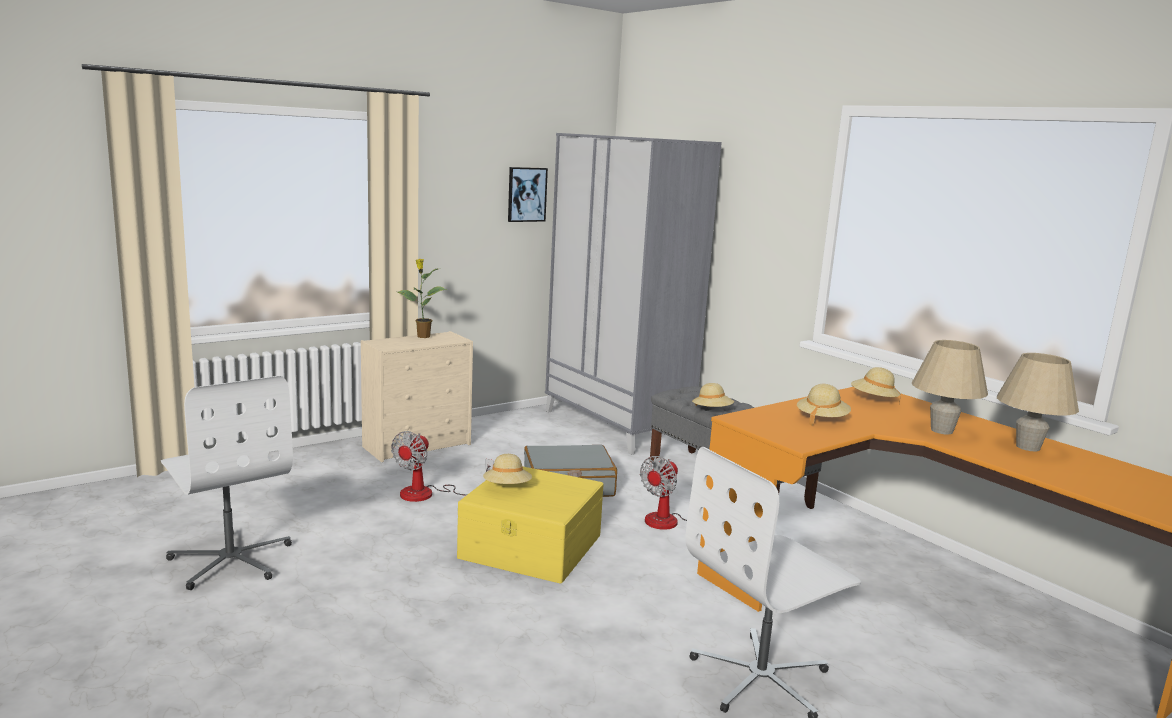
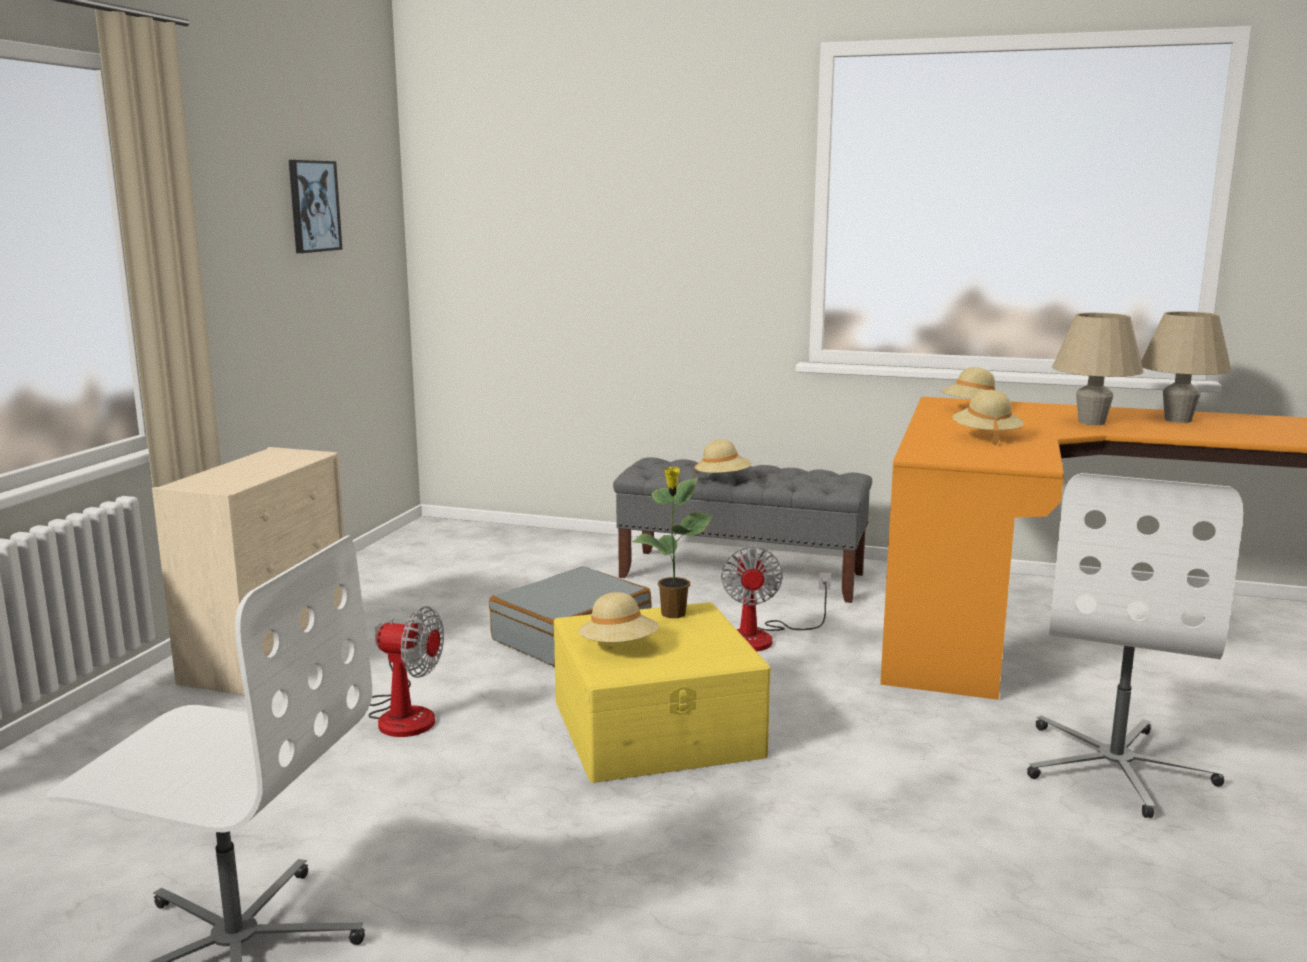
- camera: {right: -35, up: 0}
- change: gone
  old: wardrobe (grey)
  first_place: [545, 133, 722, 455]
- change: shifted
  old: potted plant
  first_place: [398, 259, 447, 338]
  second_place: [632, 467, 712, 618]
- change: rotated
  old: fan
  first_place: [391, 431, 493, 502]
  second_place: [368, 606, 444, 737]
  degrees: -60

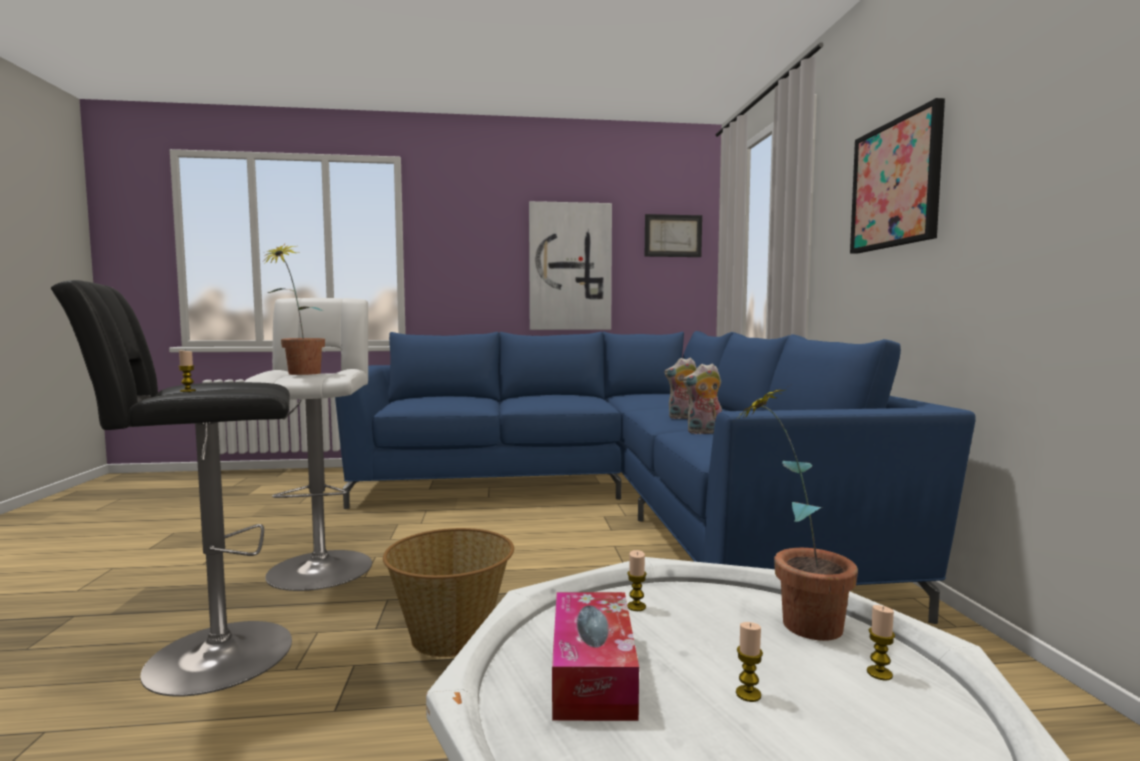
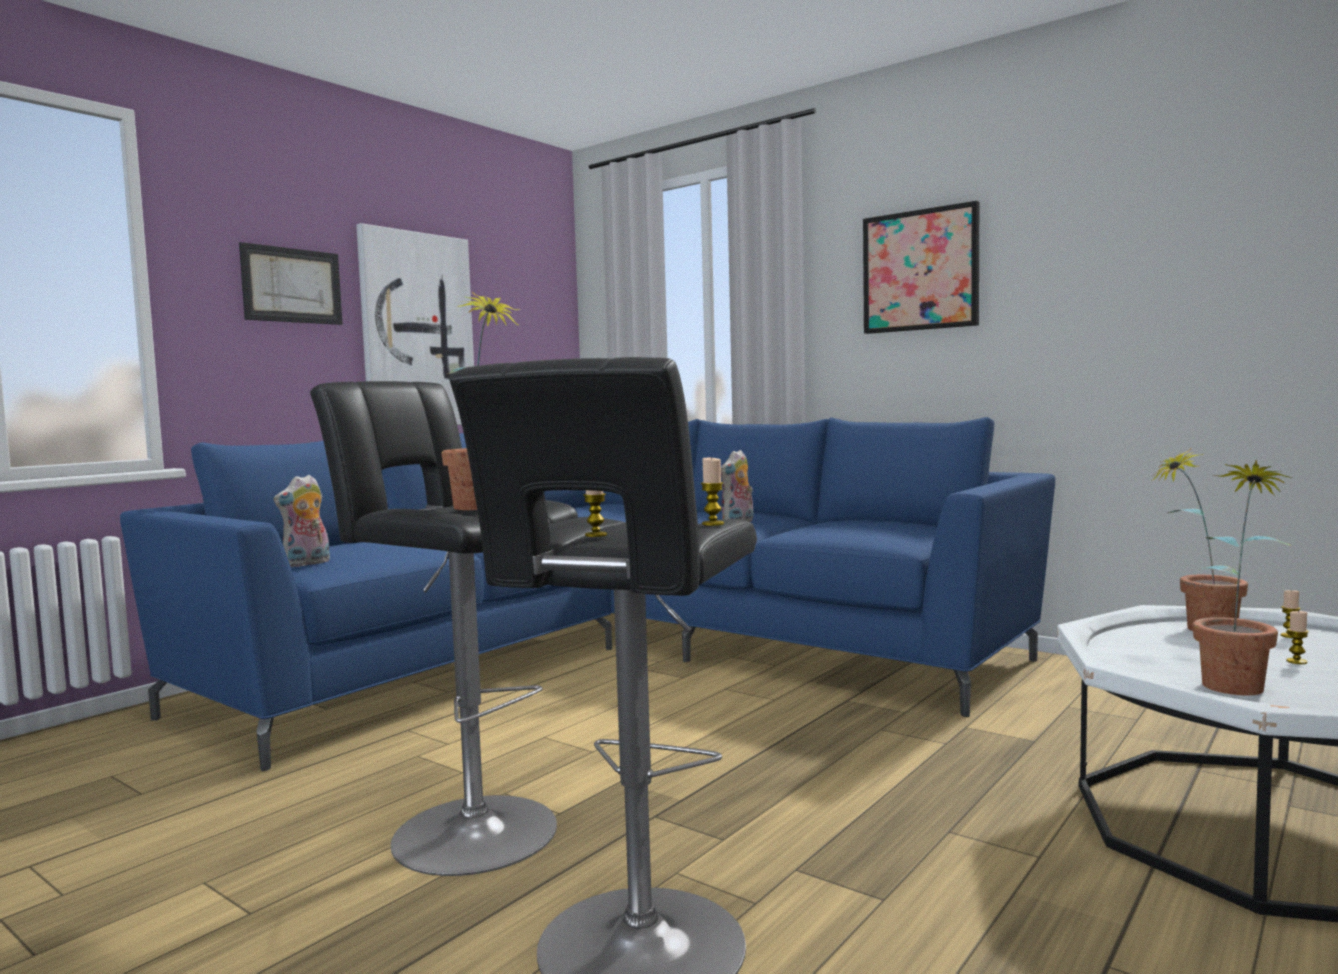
- camera: {right: -45, up: 0}
- change: gone
  old: basket
  first_place: [383, 528, 514, 657]
- change: shifted
  old: candle
  first_place: [627, 550, 647, 611]
  second_place: [701, 457, 724, 526]
- change: shifted
  old: picture
  first_place: [645, 214, 702, 257]
  second_place: [239, 242, 343, 325]
- change: shifted
  old: plush toy
  first_place: [683, 363, 722, 434]
  second_place: [273, 475, 330, 567]
- change: swapped
  old: tissue box
  new: potted plant
  first_place: [552, 592, 639, 721]
  second_place: [1193, 460, 1294, 695]
- change: repainted
  old: stool (white)
  new: stool (black)
  first_place: [244, 298, 372, 591]
  second_place: [310, 381, 578, 876]

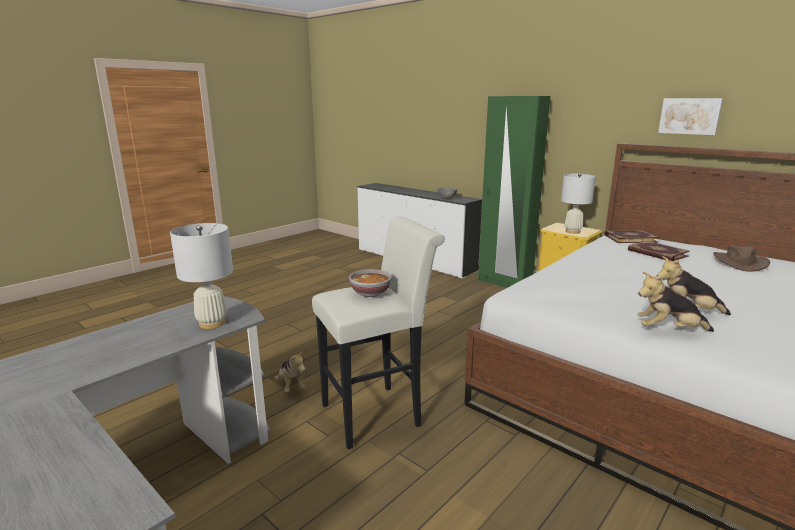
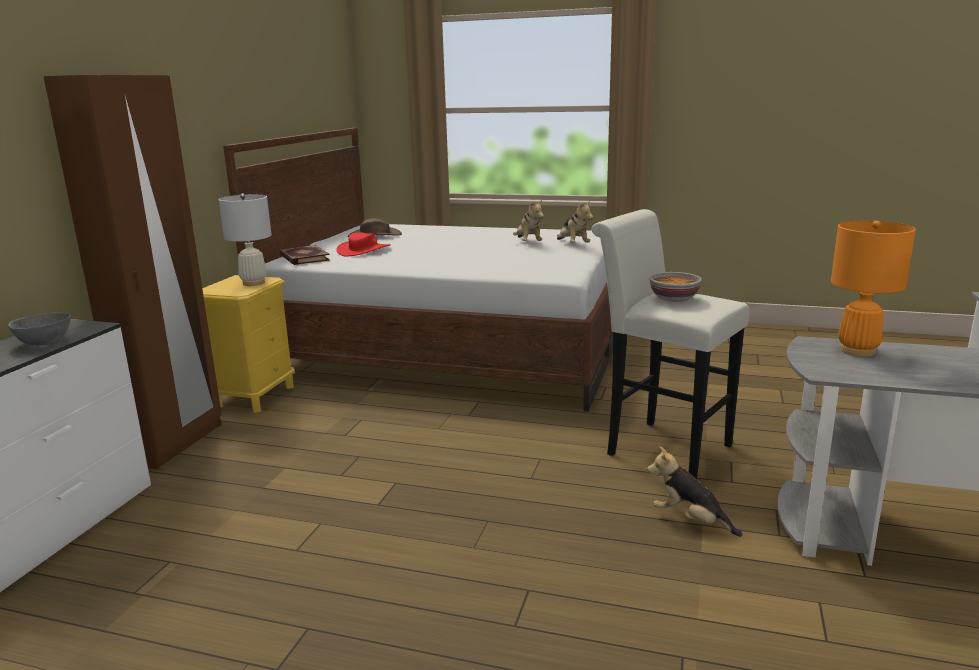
- camera: {right: -115, up: 0}
- change: gone
  old: picture
  first_place: [658, 98, 723, 135]
- change: swapped
  old: book
  new: hat (red)
  first_place: [628, 241, 690, 261]
  second_place: [336, 232, 391, 257]
- change: repainted
  old: table lamp (white)
  new: table lamp (orange)
  first_place: [170, 223, 233, 329]
  second_place: [831, 221, 916, 357]
- change: repainted
  old: wardrobe (green)
  new: wardrobe (brown)
  first_place: [478, 96, 550, 288]
  second_place: [43, 75, 222, 469]
- change: rotated
  old: plush toy
  first_place: [275, 351, 305, 392]
  second_place: [647, 446, 743, 537]
  degrees: -90

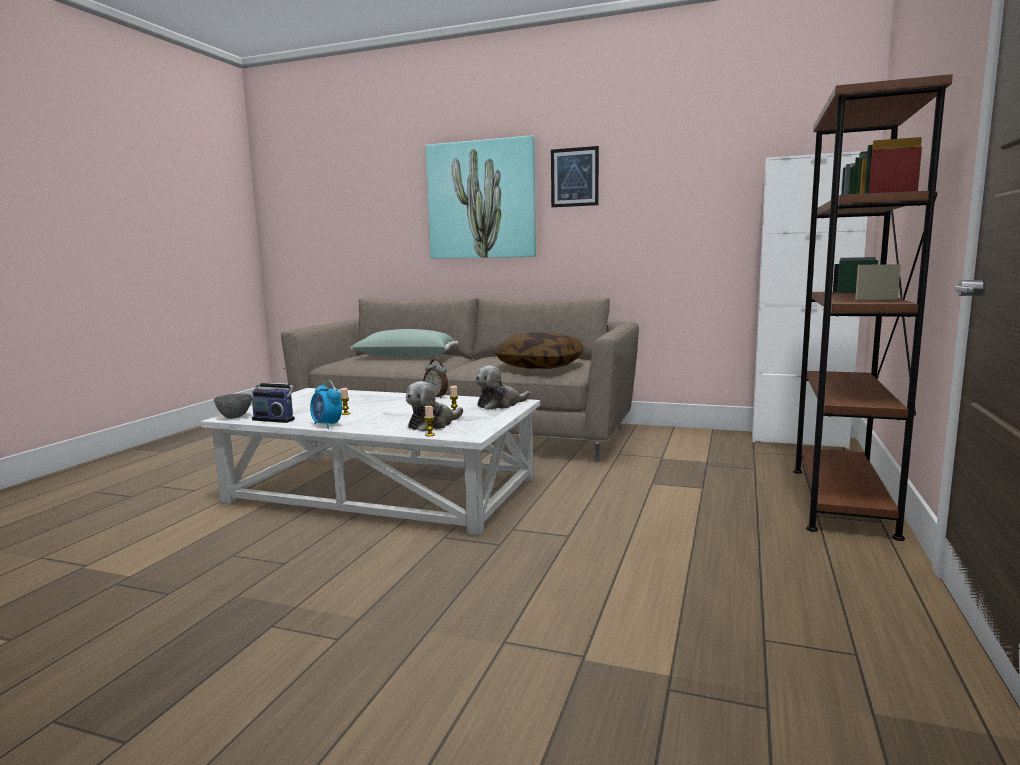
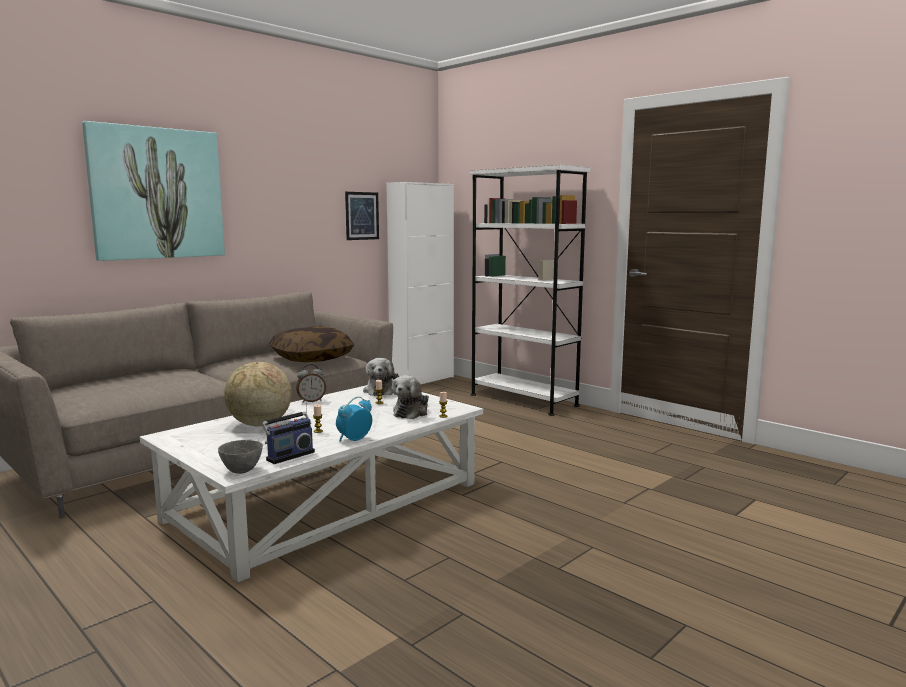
- camera: {right: -65, up: 0}
- change: gone
  old: pillow (green)
  first_place: [350, 329, 458, 358]
- change: new
  new: globe
  second_place: [224, 362, 292, 426]
- change: shifted
  old: picture
  first_place: [551, 146, 599, 207]
  second_place: [345, 192, 379, 240]
- change: repainted
  old: bookcase (brown)
  new: bookcase (white)
  first_place: [793, 74, 953, 541]
  second_place: [470, 165, 590, 416]
- change: rotated
  old: alarm clock
  first_place: [310, 380, 342, 429]
  second_place: [336, 397, 372, 442]
  degrees: 150
- change: rotated
  old: plush toy
  first_place: [406, 381, 463, 432]
  second_place: [391, 375, 429, 419]
  degrees: 45

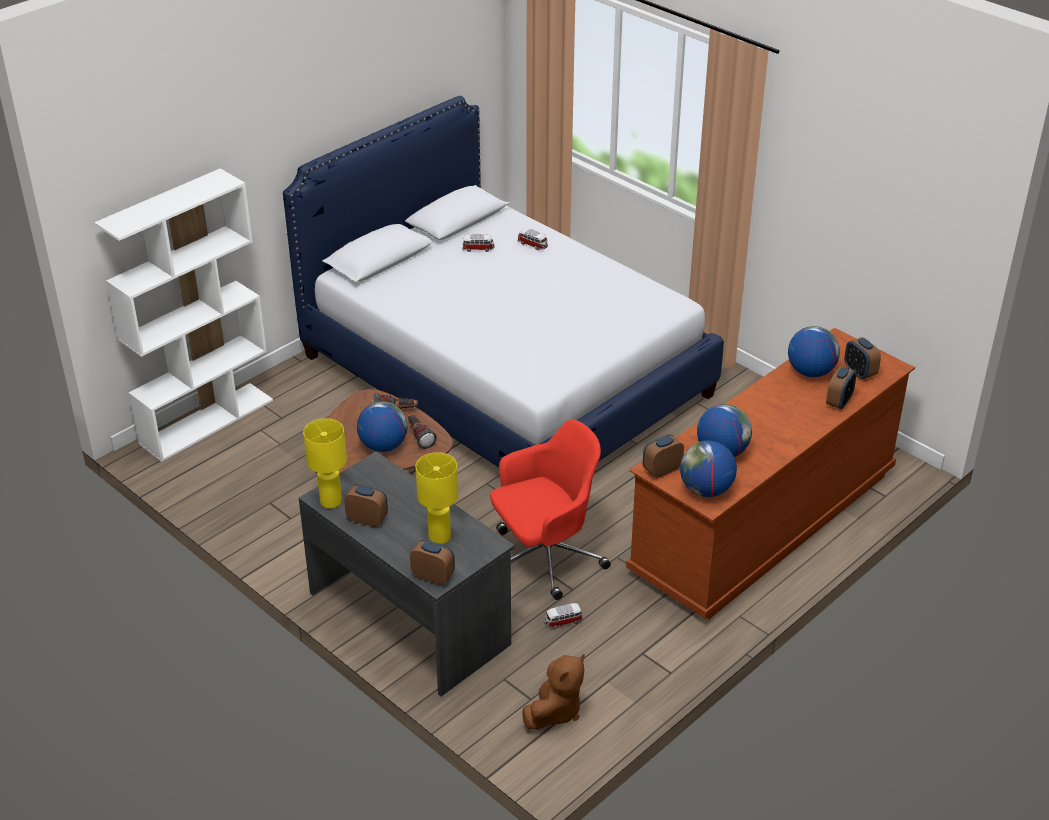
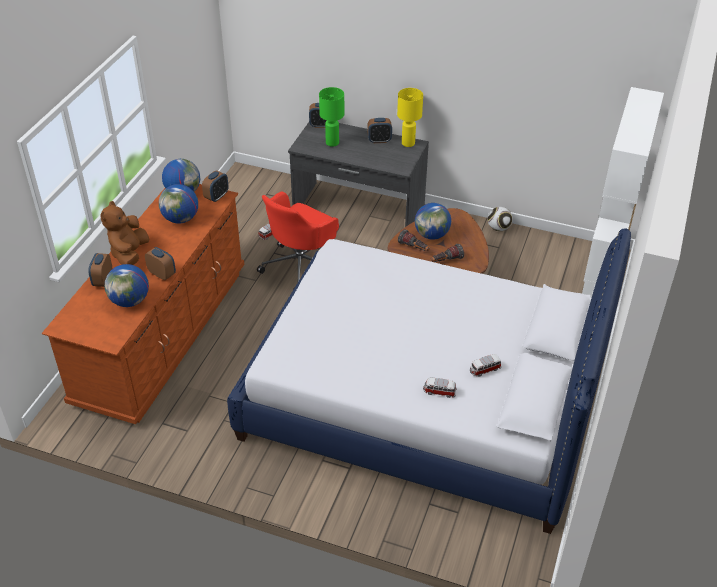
- camera: {right: 155, up: 5}
- change: new
  new: football
  second_place: [488, 207, 513, 231]
- change: shifted
  old: plush toy (brown)
  first_place: [522, 654, 585, 730]
  second_place: [100, 201, 149, 265]
- change: shifted
  old: alarm clock
  first_place: [844, 337, 881, 379]
  second_place: [145, 247, 176, 280]
- change: repainted
  old: table lamp (yellow)
  new: table lamp (green)
  first_place: [415, 452, 458, 544]
  second_place: [319, 87, 344, 147]

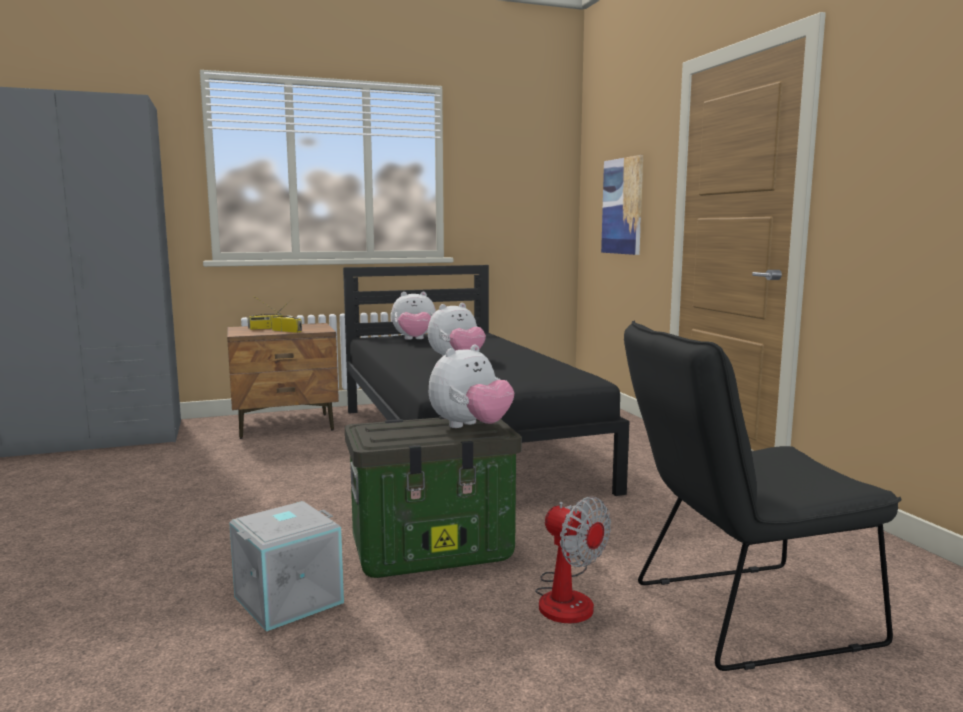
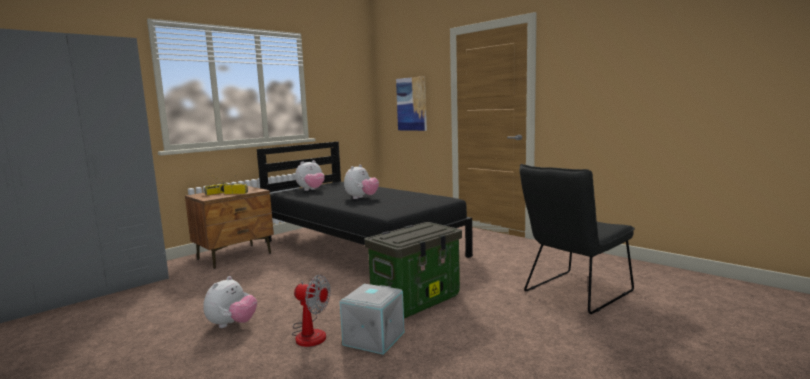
- camera: {right: -25, up: 0}
- change: shifted
  old: plush toy
  first_place: [429, 345, 514, 428]
  second_place: [203, 276, 257, 328]
- change: shifted
  old: fan
  first_place: [535, 497, 611, 623]
  second_place: [292, 275, 331, 347]

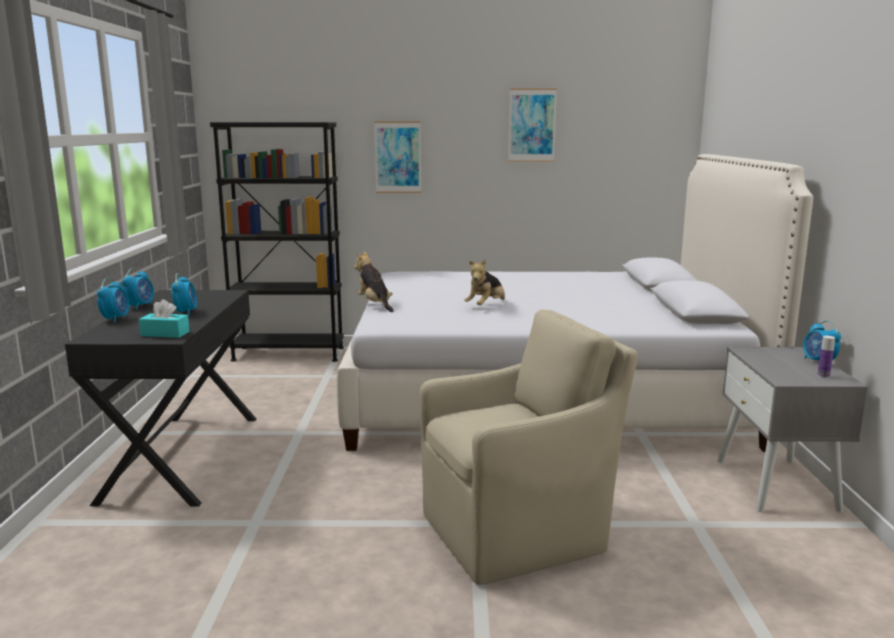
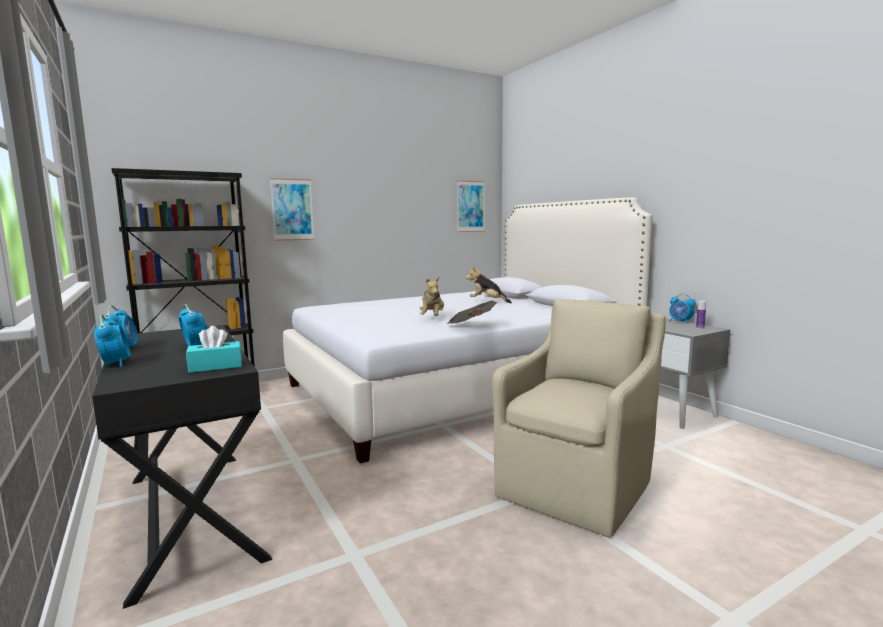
- camera: {right: -30, up: -5}
- change: new
  new: newspaper
  second_place: [447, 300, 497, 324]
- change: shifted
  old: plush toy
  first_place: [354, 252, 394, 312]
  second_place: [466, 266, 512, 303]
- change: shifted
  old: picture
  first_place: [508, 89, 557, 162]
  second_place: [457, 180, 485, 232]

